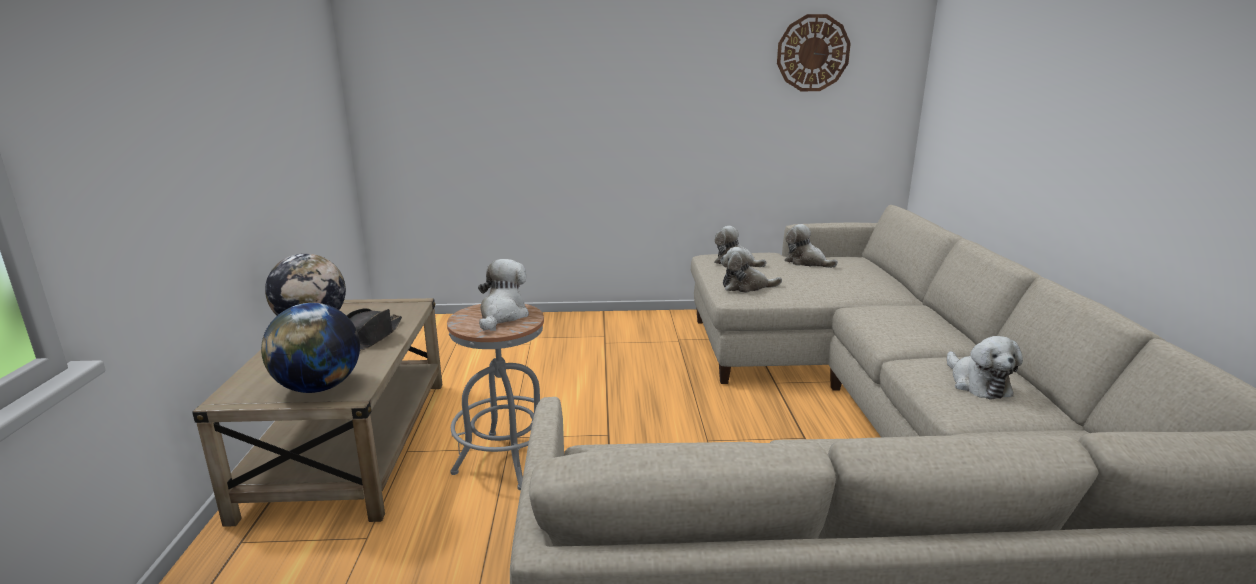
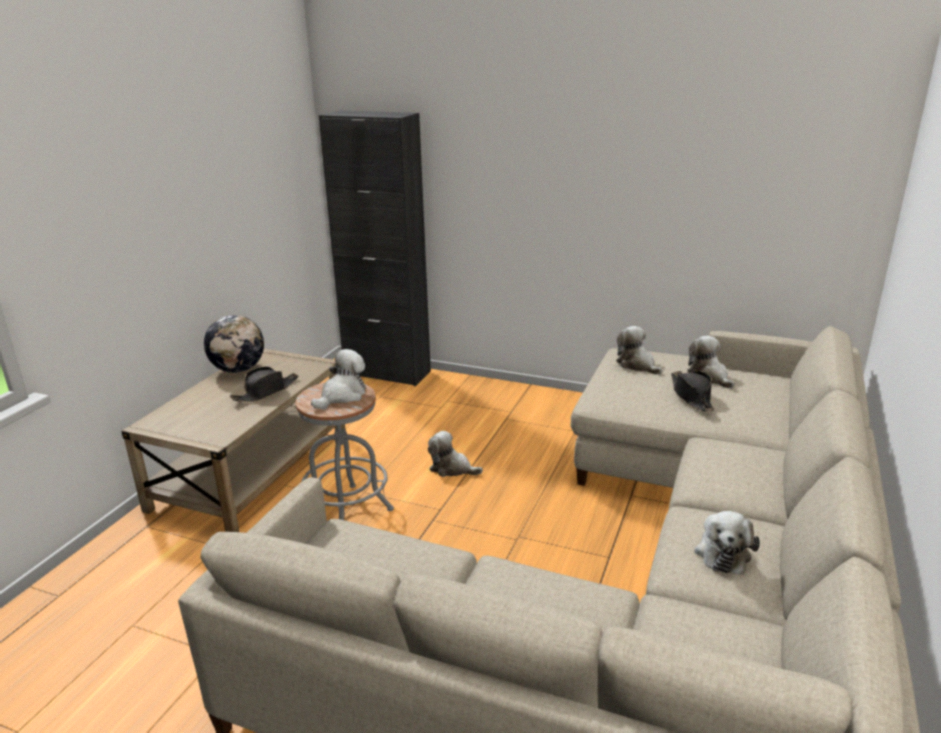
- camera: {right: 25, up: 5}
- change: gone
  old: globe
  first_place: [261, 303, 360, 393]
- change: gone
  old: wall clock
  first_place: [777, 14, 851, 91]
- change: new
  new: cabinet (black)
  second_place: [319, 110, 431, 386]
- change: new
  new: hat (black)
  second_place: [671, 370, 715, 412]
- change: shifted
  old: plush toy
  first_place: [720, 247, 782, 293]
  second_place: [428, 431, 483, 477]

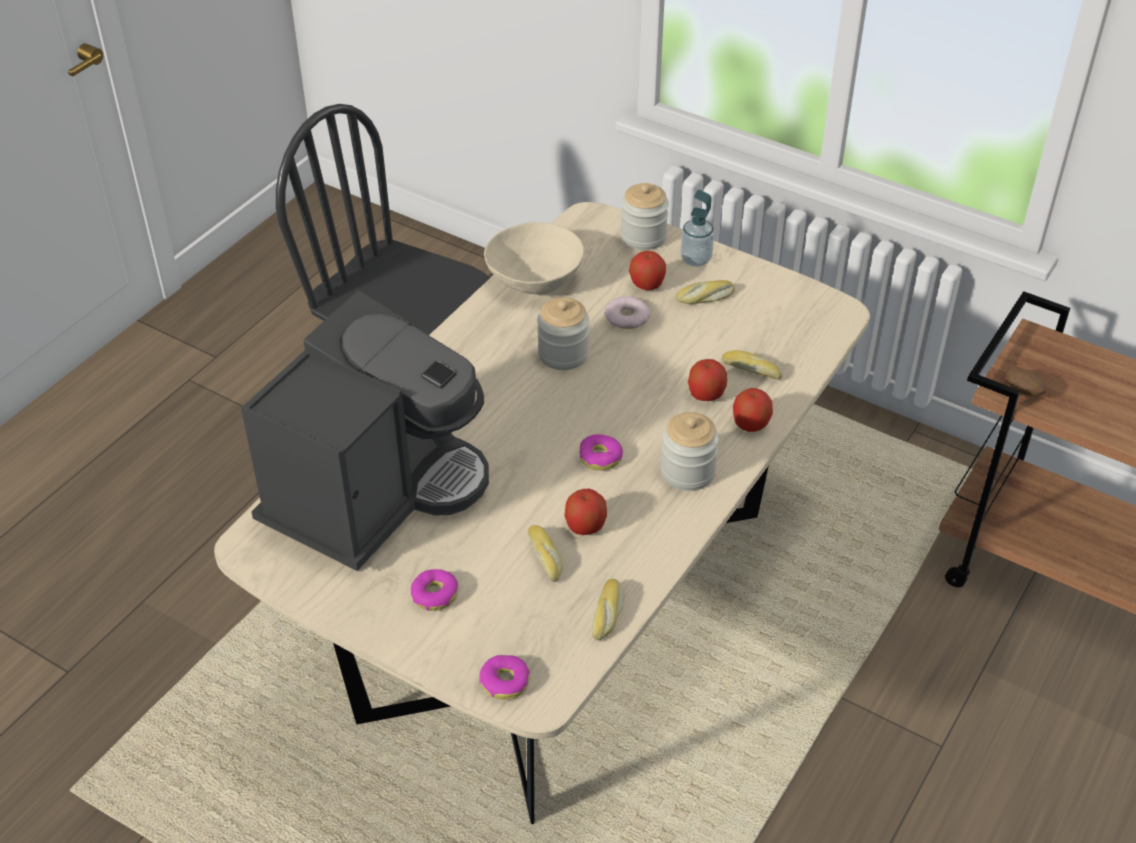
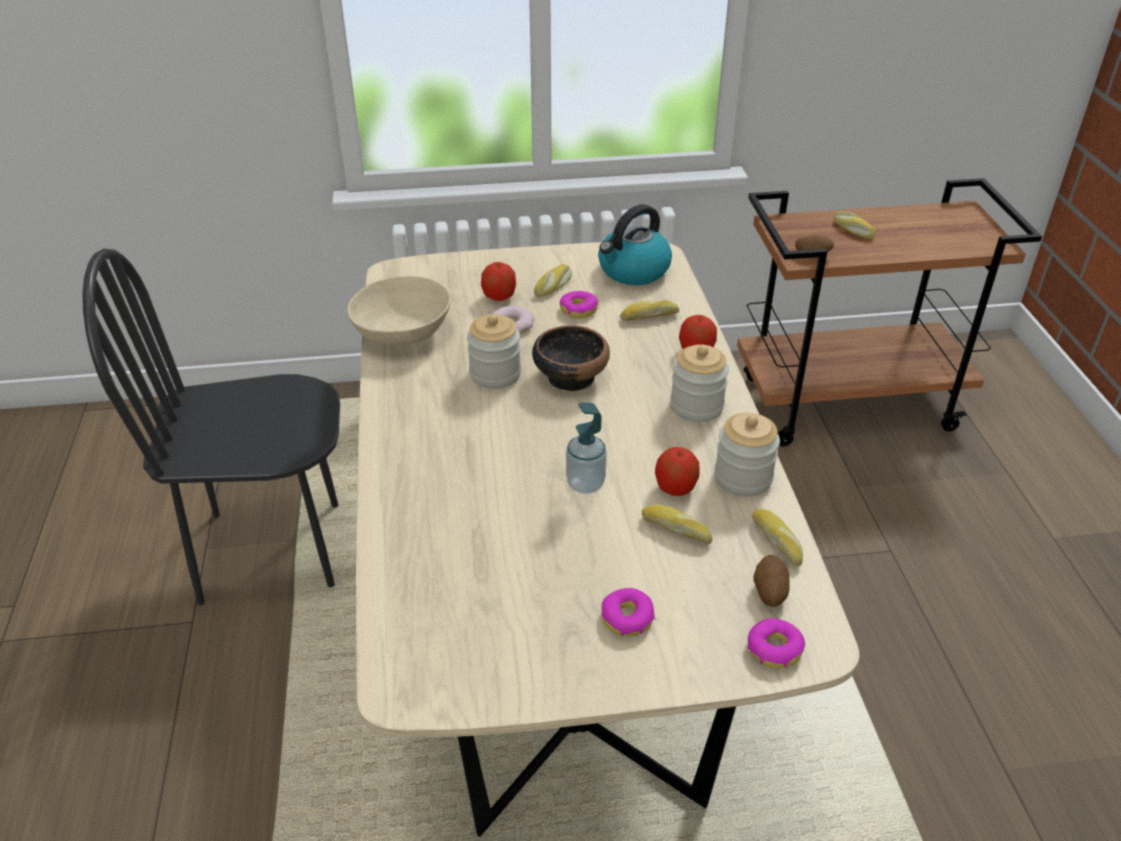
- camera: {right: -40, up: -5}
- change: gone
  old: coffee machine
  first_place: [241, 290, 489, 571]
- change: gone
  old: apple
  first_place: [688, 359, 727, 401]
- change: new
  new: bowl
  second_place: [532, 325, 610, 391]
- change: new
  new: kettle
  second_place: [598, 204, 672, 285]
- change: new
  new: potato
  second_place: [753, 555, 790, 607]
- change: new
  new: bread
  second_place: [834, 211, 876, 239]
- change: shifted
  old: donut
  first_place: [579, 434, 623, 470]
  second_place: [559, 291, 598, 318]
- change: shifted
  old: jar
  first_place: [620, 183, 669, 250]
  second_place: [714, 413, 780, 497]
- change: shifted
  old: soap dispenser
  first_place: [681, 190, 714, 267]
  second_place: [566, 402, 607, 494]

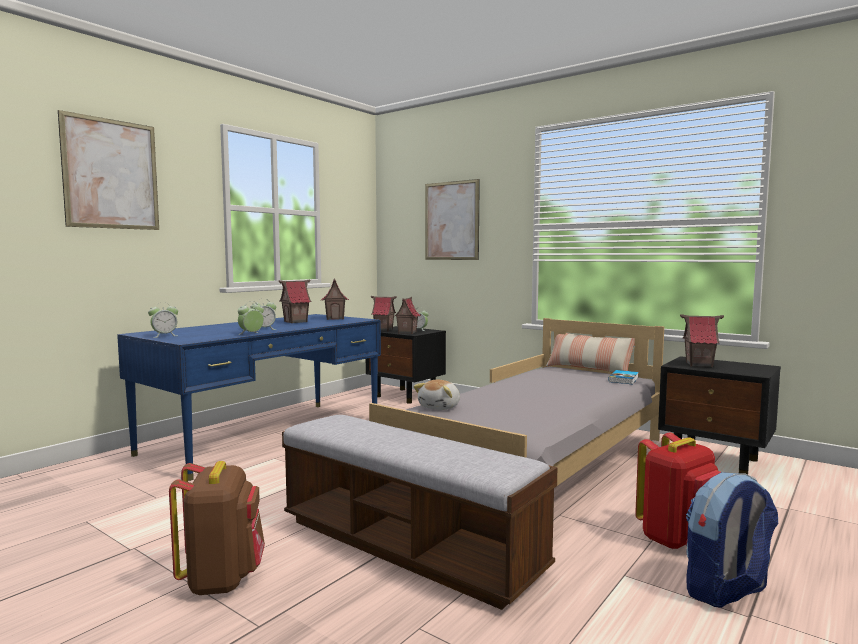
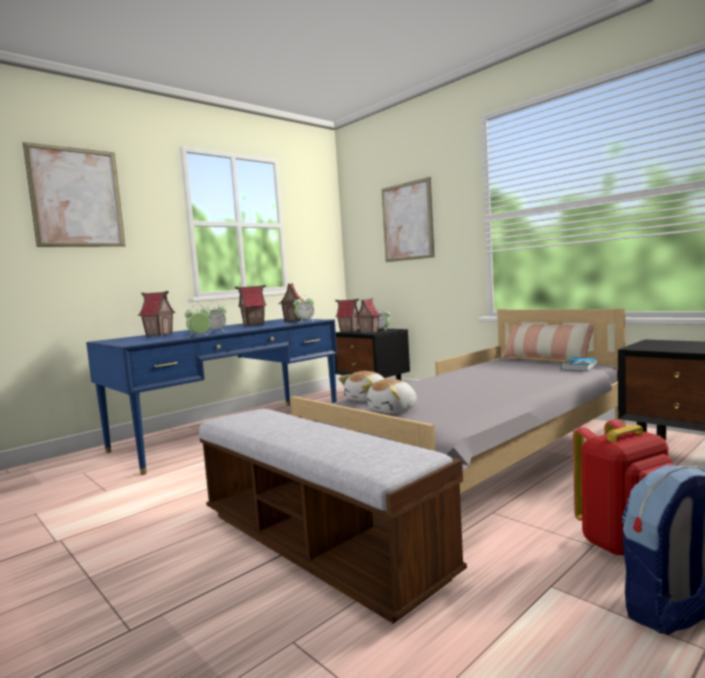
- camera: {right: 10, up: 0}
- change: gone
  old: backpack (brown)
  first_place: [169, 461, 265, 595]
- change: new
  new: plush toy
  second_place: [361, 379, 417, 414]
- change: shifted
  old: alarm clock
  first_place: [148, 302, 178, 338]
  second_place: [293, 295, 314, 323]
- change: shifted
  old: toy house
  first_place: [680, 314, 724, 367]
  second_place: [138, 291, 176, 336]

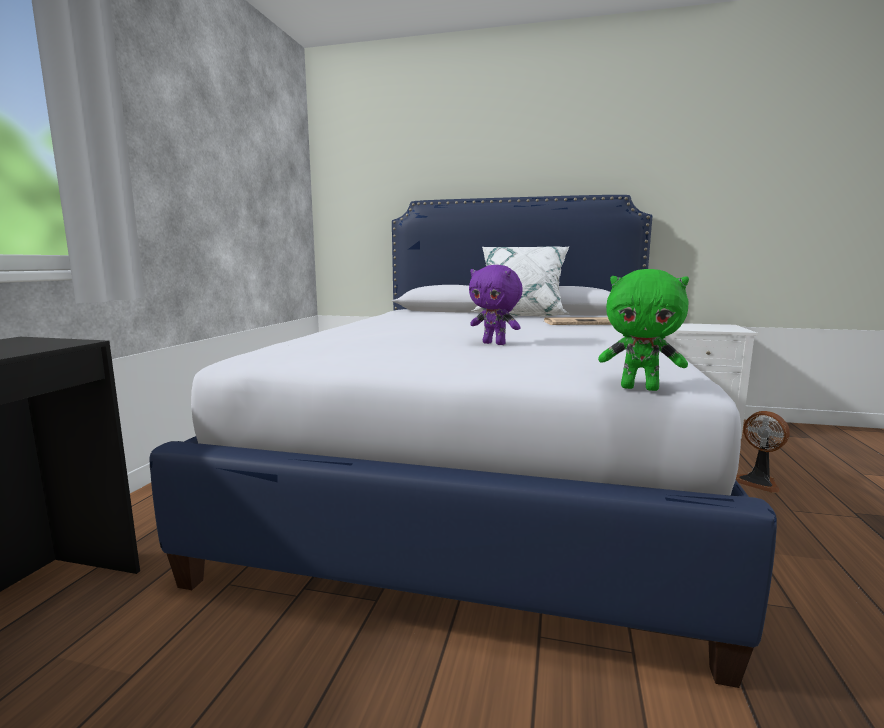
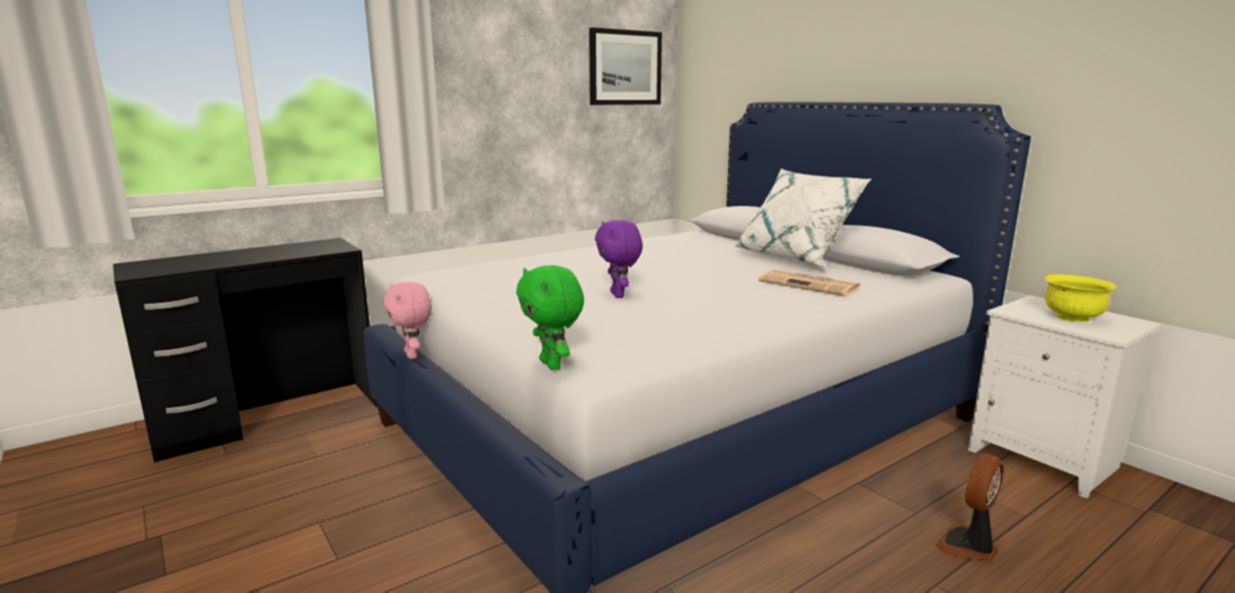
- camera: {right: 40, up: 5}
- change: new
  new: plush toy (pink)
  second_place: [383, 282, 432, 359]
- change: new
  new: picture
  second_place: [589, 28, 662, 105]
- change: new
  new: bowl (yellow)
  second_place: [1045, 274, 1117, 322]
- change: rotated
  old: fan
  first_place: [736, 411, 790, 493]
  second_place: [935, 453, 1004, 561]
  degrees: 45

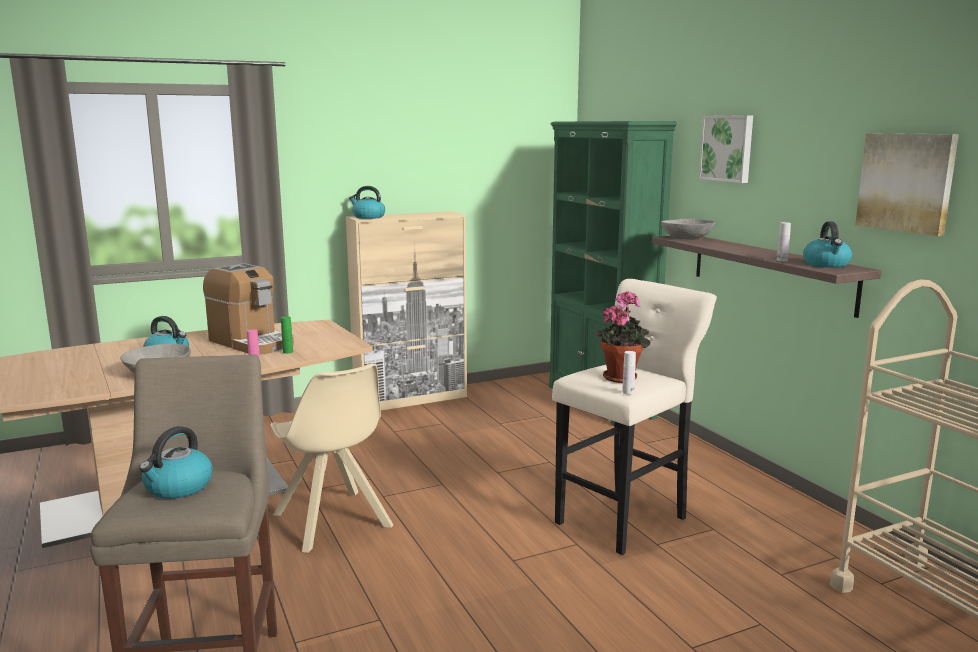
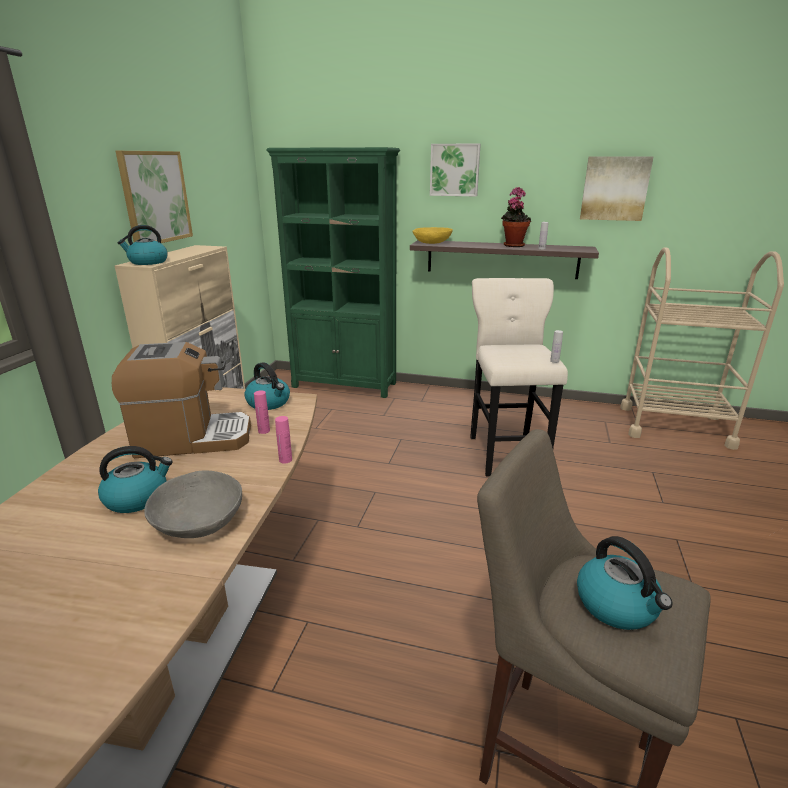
- camera: {right: -50, up: 10}
- change: gone
  old: chair (beige)
  first_place: [270, 363, 393, 553]
- change: new
  new: picture
  second_place: [116, 151, 193, 243]
- change: shifted
  old: potted plant
  first_place: [594, 290, 651, 383]
  second_place: [501, 187, 531, 247]
- change: shifted
  old: kettle
  first_place: [803, 221, 852, 268]
  second_place: [244, 362, 290, 410]
- change: repainted
  old: bottle (green)
  new: bottle (pink)
  first_place: [281, 316, 293, 354]
  second_place: [254, 390, 270, 434]
- change: repainted
  old: bowl (grey)
  new: bowl (yellow)
  first_place: [661, 219, 715, 239]
  second_place: [412, 227, 453, 244]

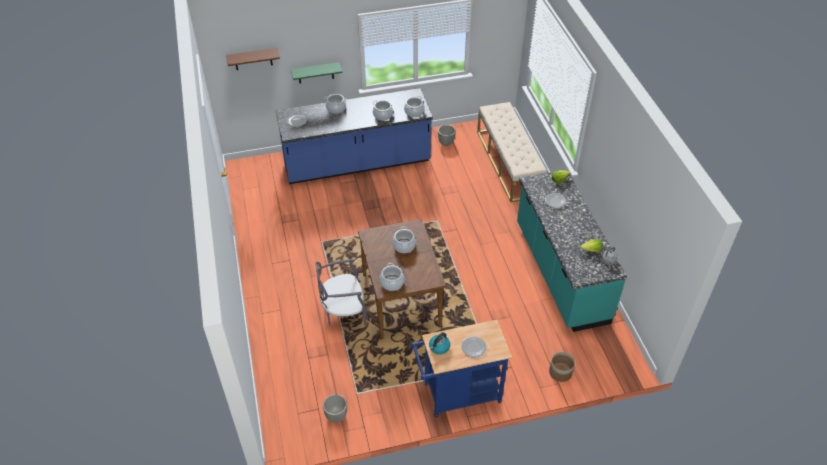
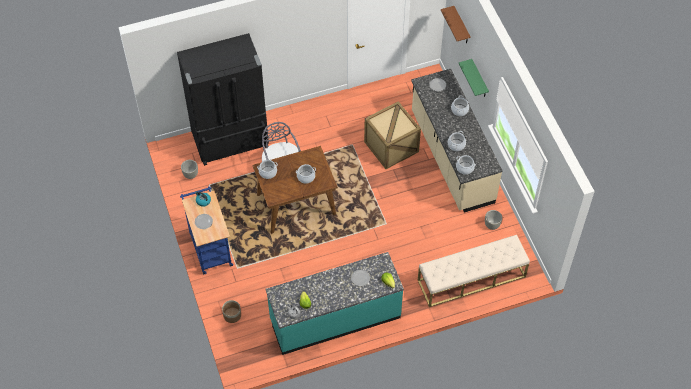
- camera: {right: 85, up: 10}
- change: new
  new: fridge (black)
  second_place: [177, 33, 269, 166]
- change: new
  new: crate
  second_place: [364, 101, 421, 169]
- change: repainted
  old: counter (blue)
  new: counter (beige)
  first_place: [276, 88, 433, 184]
  second_place: [411, 69, 503, 213]

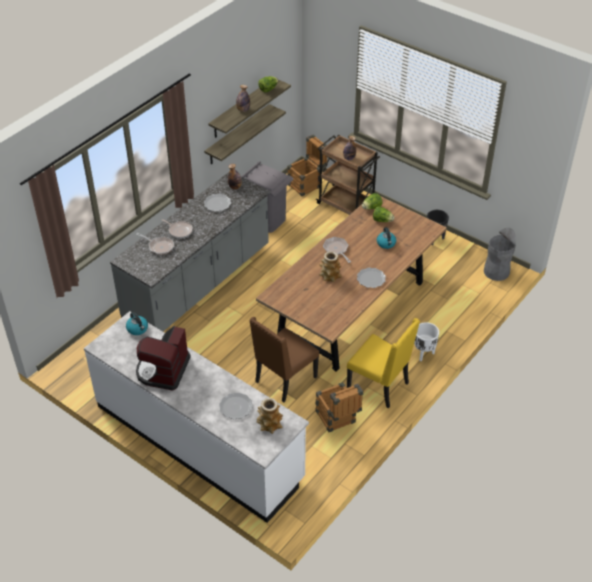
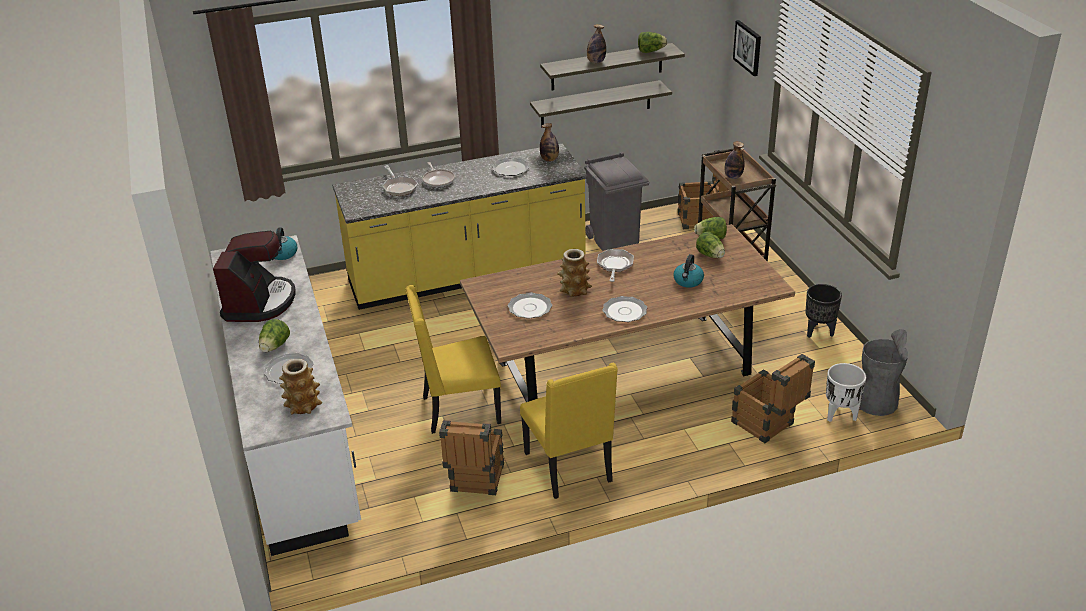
- camera: {right: 35, up: -10}
- change: new
  new: lettuce
  second_place: [259, 319, 290, 352]
- change: new
  new: plate
  second_place: [508, 293, 552, 319]
- change: new
  new: crate
  second_place: [731, 354, 815, 443]
- change: new
  new: picture
  second_place: [733, 20, 761, 76]
- change: shifted
  old: planter (white)
  first_place: [414, 322, 439, 361]
  second_place: [826, 363, 866, 422]
- change: repainted
  old: counter (grey)
  new: counter (yellow)
  first_place: [110, 172, 270, 331]
  second_place: [332, 144, 587, 310]
- change: repainted
  old: chair (brown)
  new: chair (yellow)
  first_place: [249, 317, 319, 403]
  second_place: [405, 285, 501, 434]
- change: rotated
  old: coffee machine
  first_place: [136, 326, 191, 391]
  second_place: [213, 231, 295, 322]
  degrees: 135

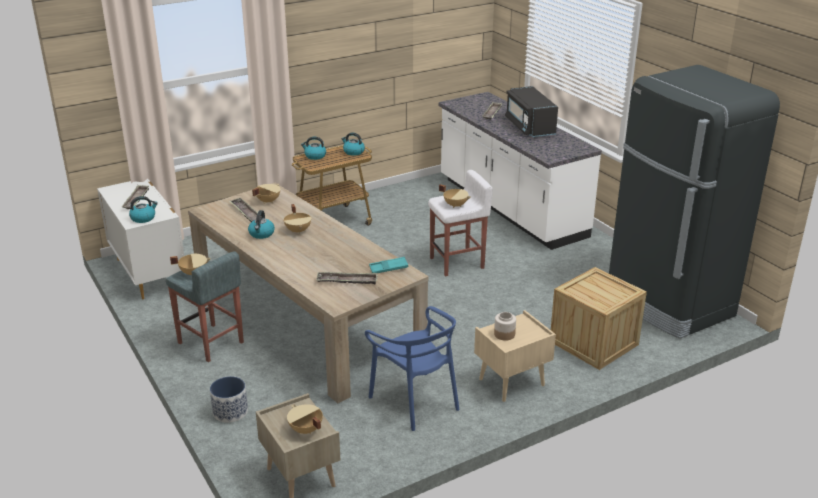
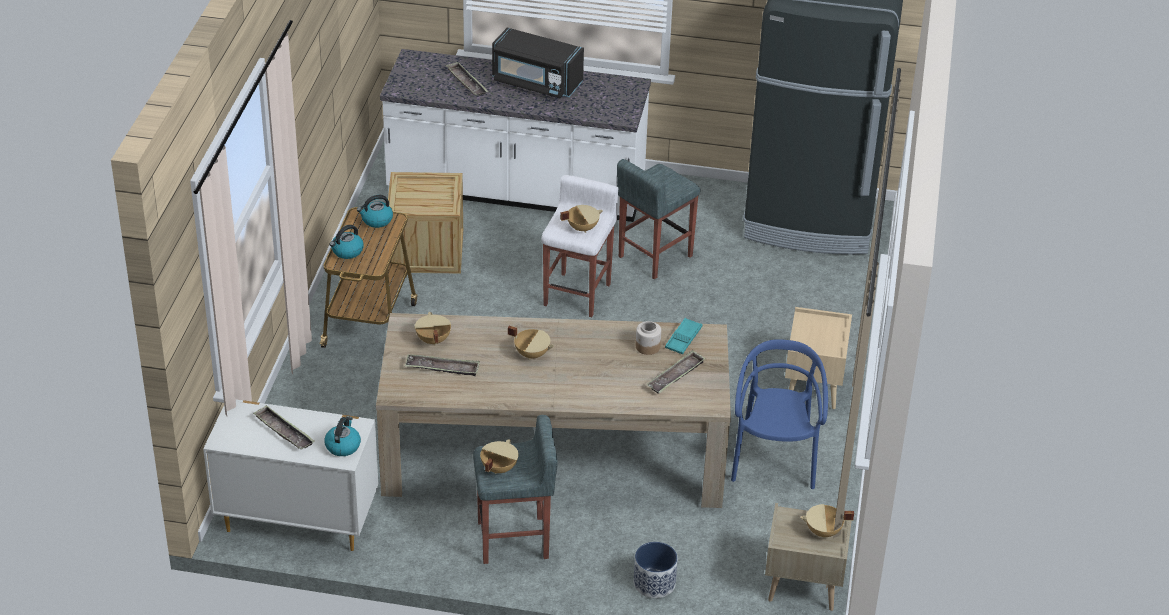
- camera: {right: -50, up: 10}
- change: gone
  old: kettle
  first_place: [248, 210, 275, 239]
- change: new
  new: stool (grey)
  second_place: [617, 159, 701, 279]
- change: shifted
  old: jar
  first_place: [494, 312, 516, 341]
  second_place: [636, 321, 661, 355]
- change: shifted
  old: crate
  first_place: [551, 267, 647, 370]
  second_place: [387, 172, 463, 274]
- change: rotated
  old: chair (blue)
  first_place: [365, 306, 459, 431]
  second_place: [731, 339, 828, 489]
  degrees: -90

